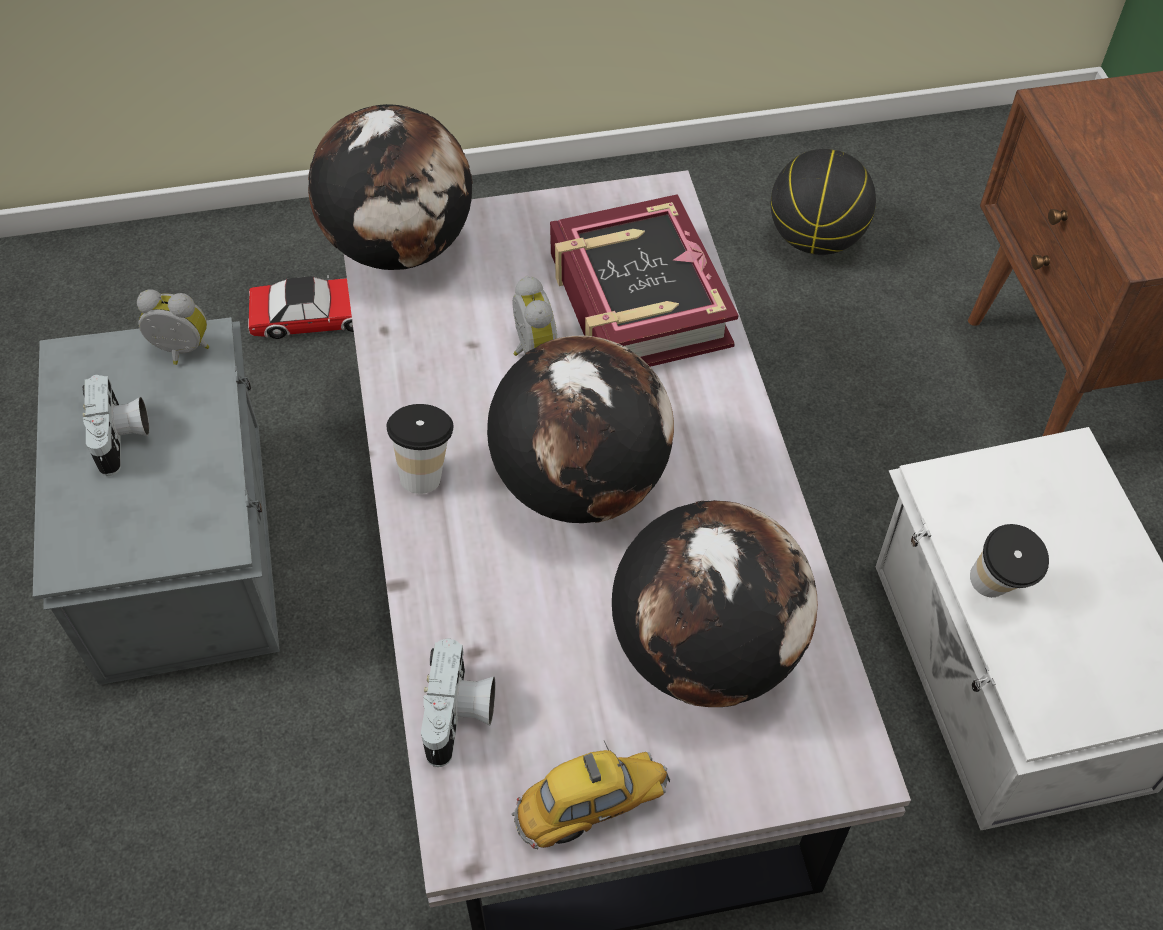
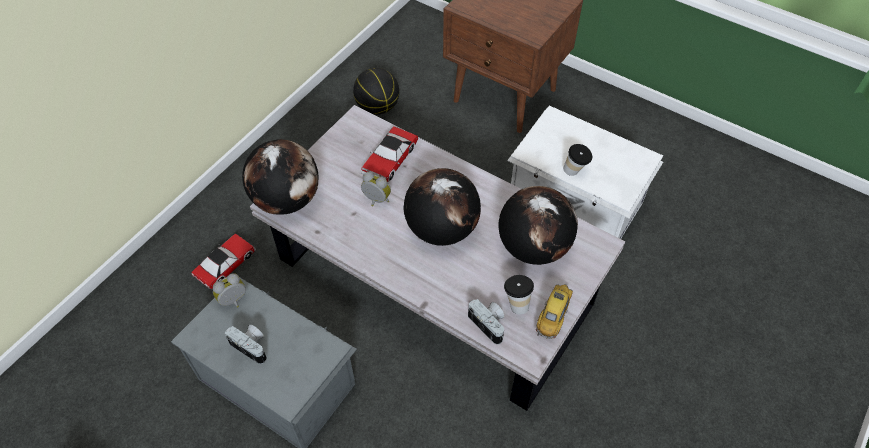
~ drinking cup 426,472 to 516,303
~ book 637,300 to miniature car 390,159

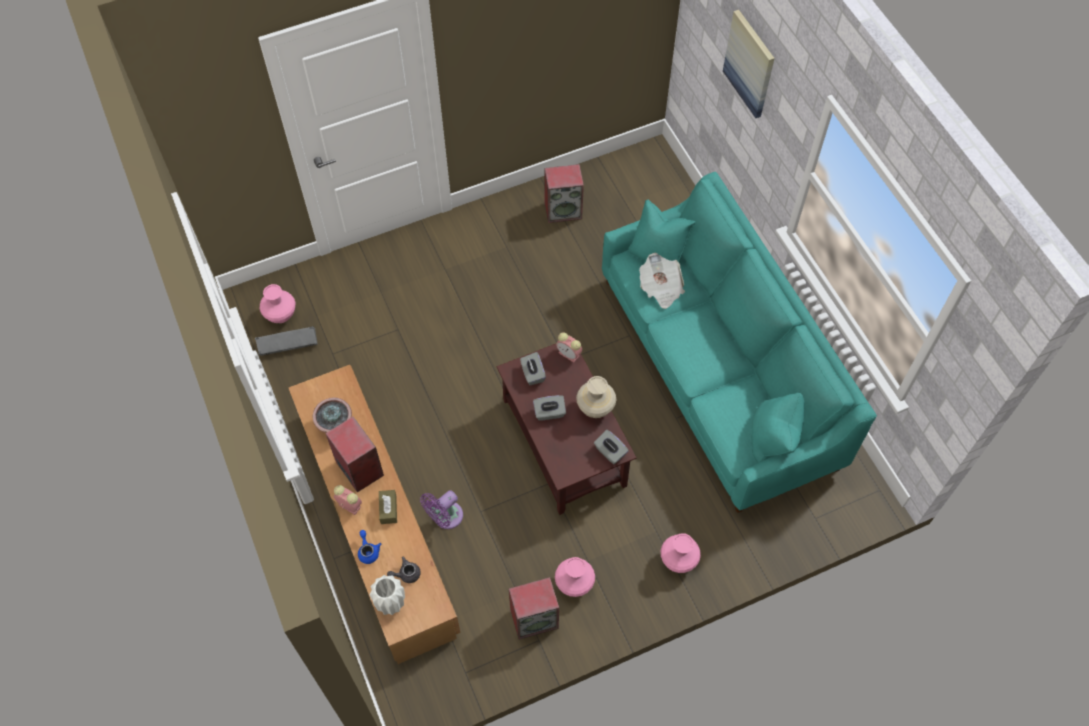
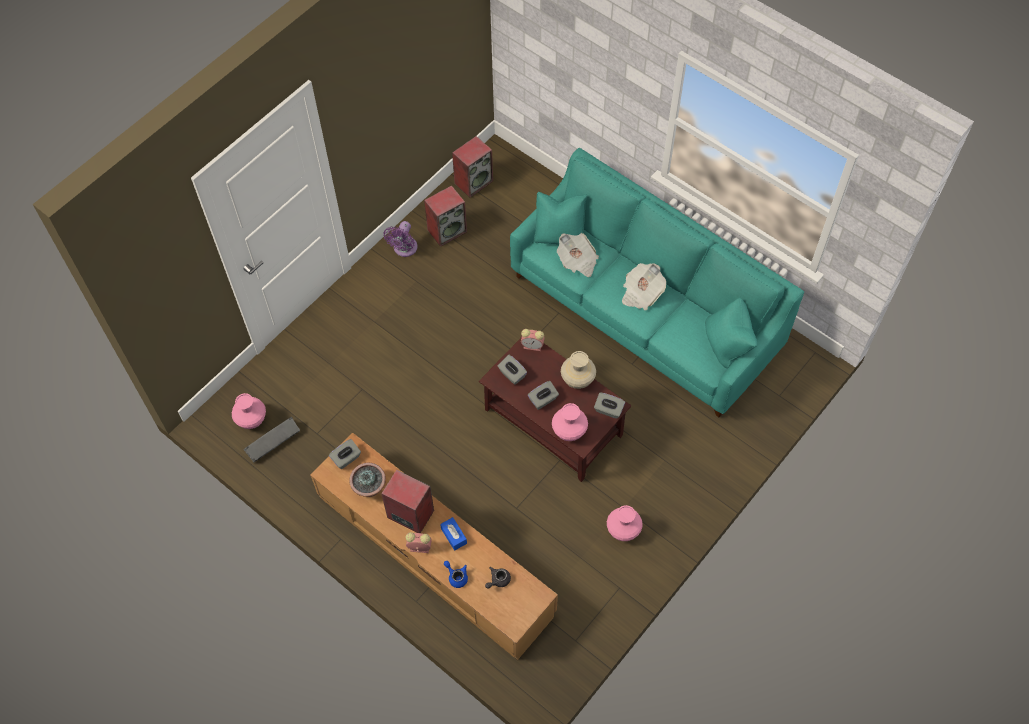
- whitish decorative vase 391,604
~ brownish tissue holder 388,509 to blue-coloured tissue holder 454,536
~ purple-coloured fan 445,517 to 404,249
~ speaker 534,618 to 473,182
~ pink-coloured decorative vase 678,561 to 569,432
- wall art 750,64
+ gray tissue holder 346,458
+ newspaper 641,293

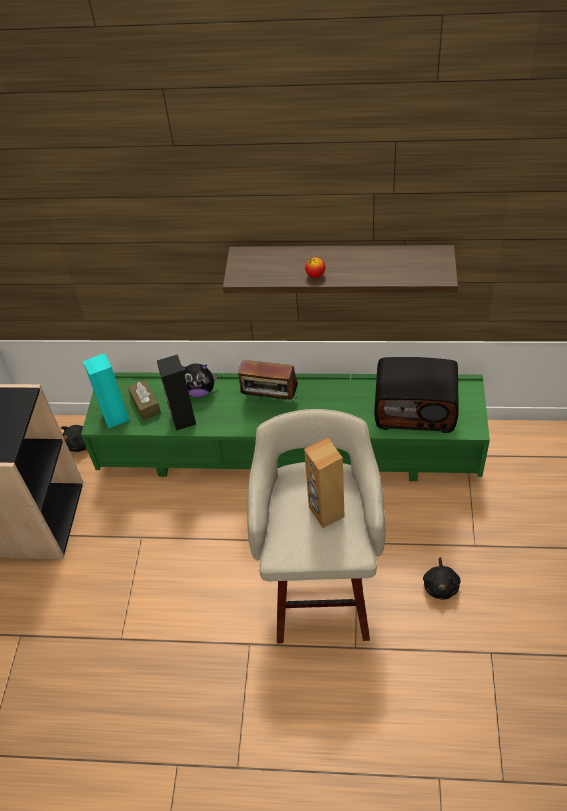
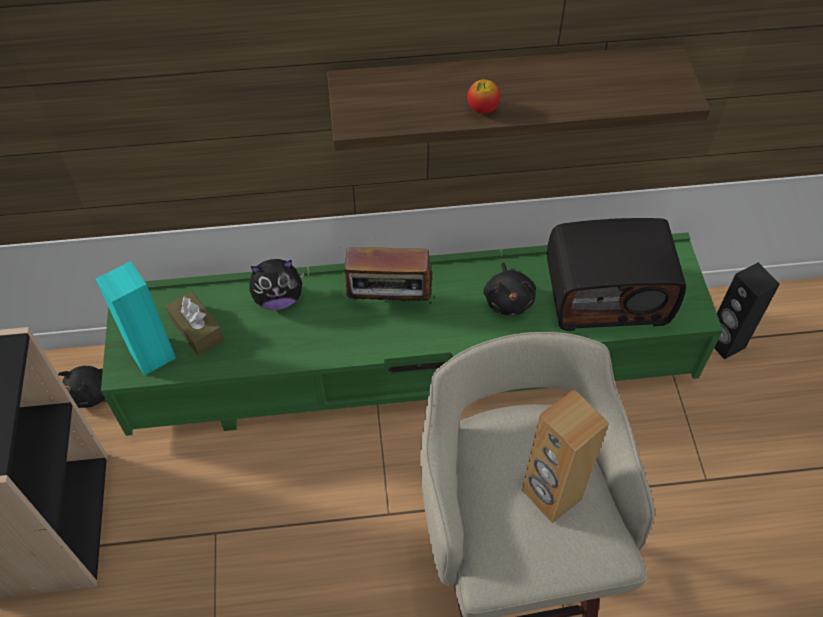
~ black-coloured speaker 183,419 to 724,343
~ black-coloured plush toy 441,585 to 508,299

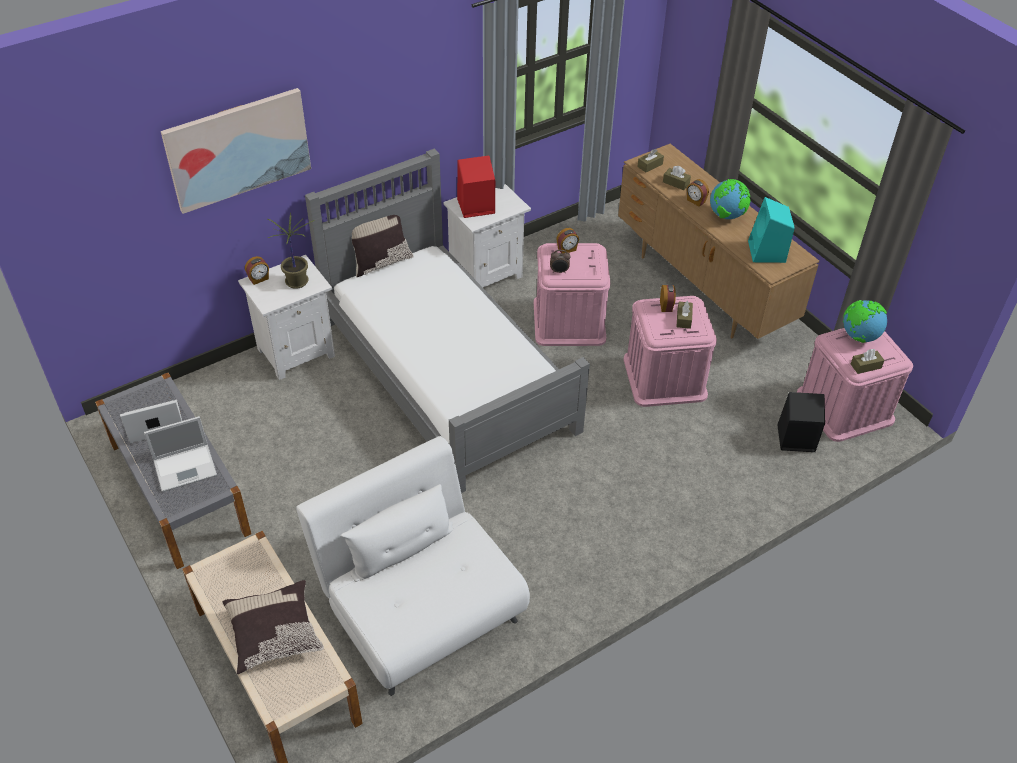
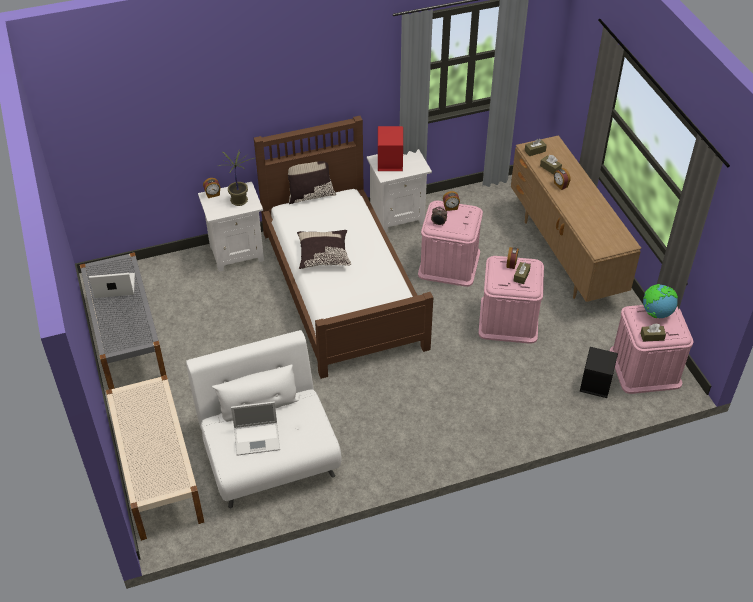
~ laptop 186,467 to 258,438
- wall art 238,149
~ pillow 274,633 to 324,255
~ gray sleeping bed 446,373 to brownish sleeping bed 342,288
- desk globe 727,216
- turquoise-coloured speaker 767,252

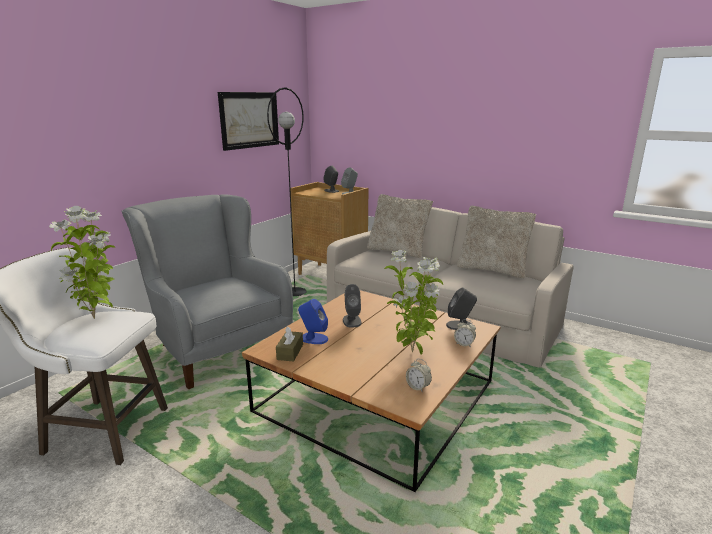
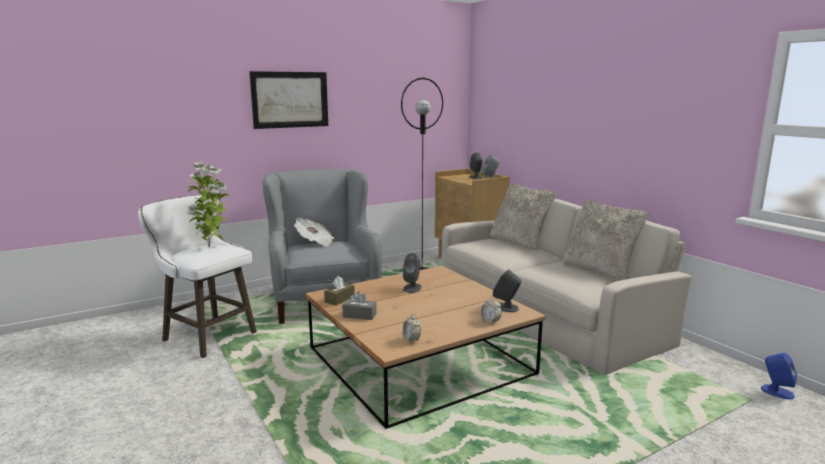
~ wall art 249,120 to 290,99
~ blue-coloured speaker 313,338 to 776,392
- houseplant 413,353
+ newspaper 315,242
+ gray tissue holder 359,315

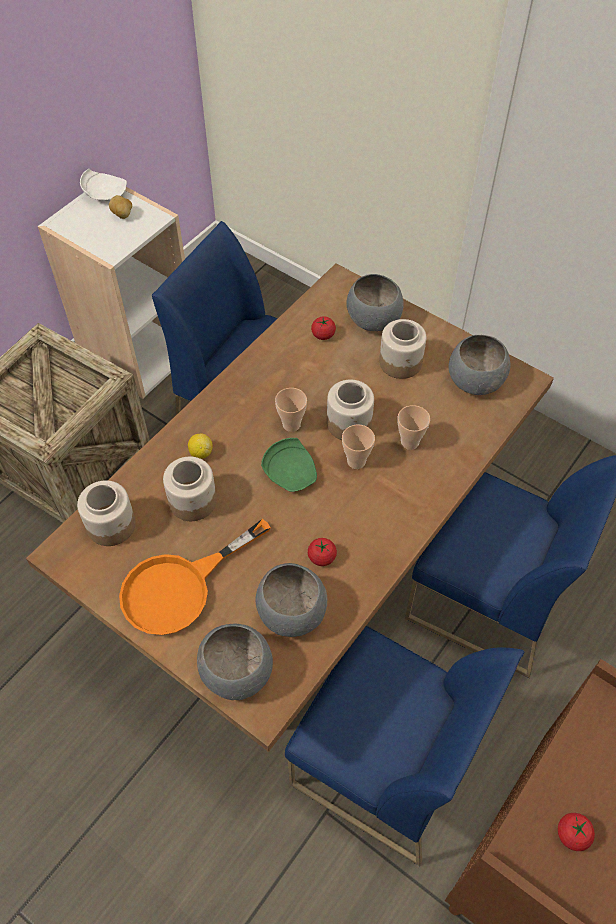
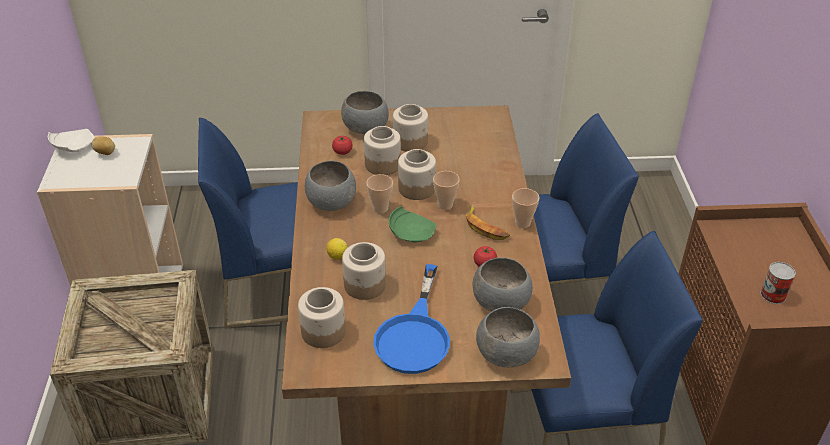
~ orange-coloured pan 180,587 to blue-coloured pan 415,335
~ drinking cup 409,442 to 523,223
~ gray serving bowl 474,381 to 331,202
~ whole tomato 572,834 to can 773,295
+ storage jar 382,164
+ banana fruit 485,227

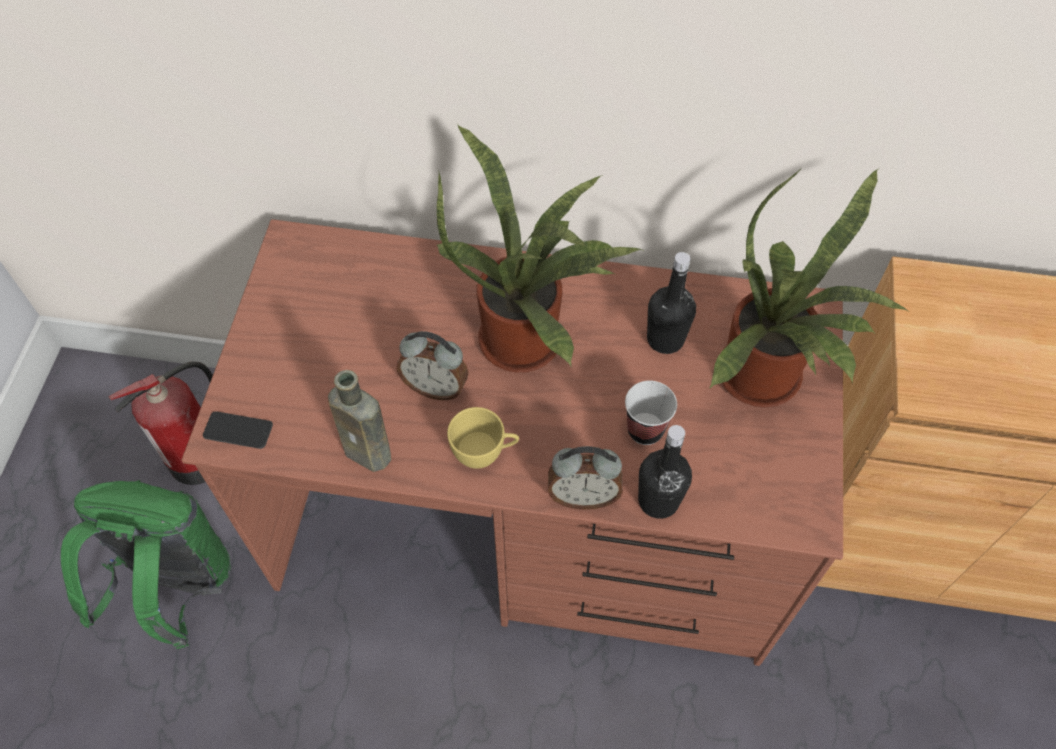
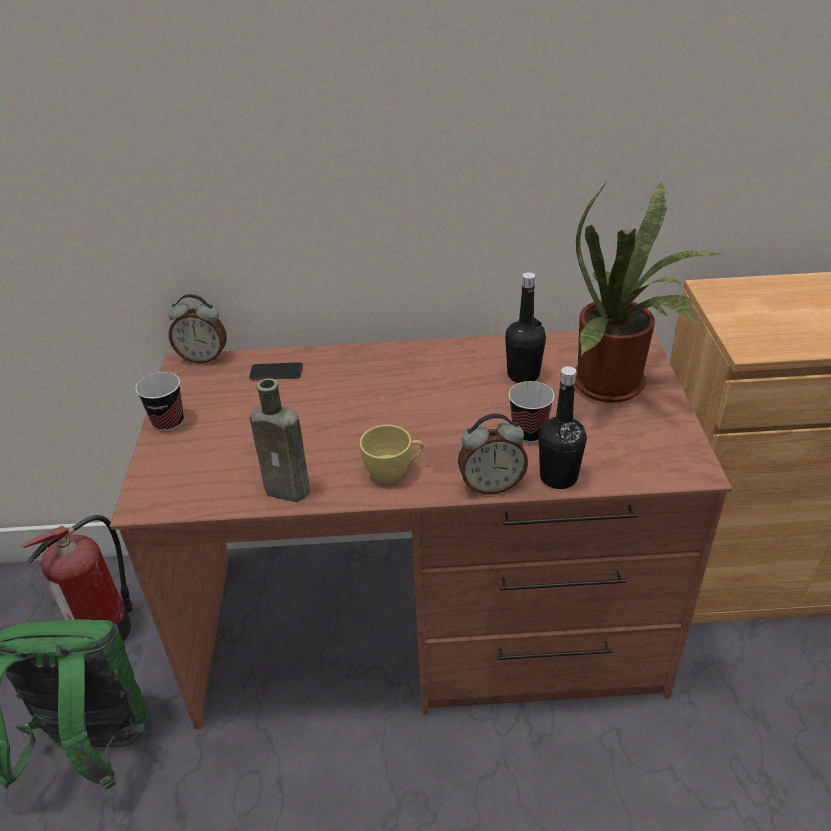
~ phone 238,430 to 276,372
~ table clock 436,387 to 203,358
- houseplant 528,338
+ drinking cup 168,422

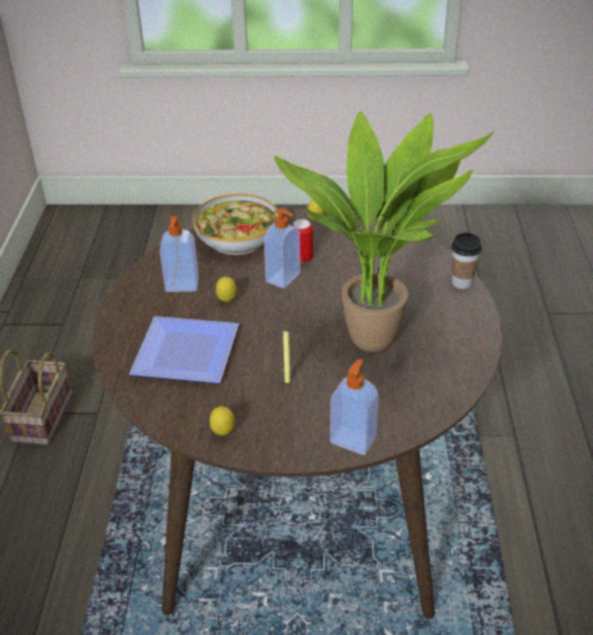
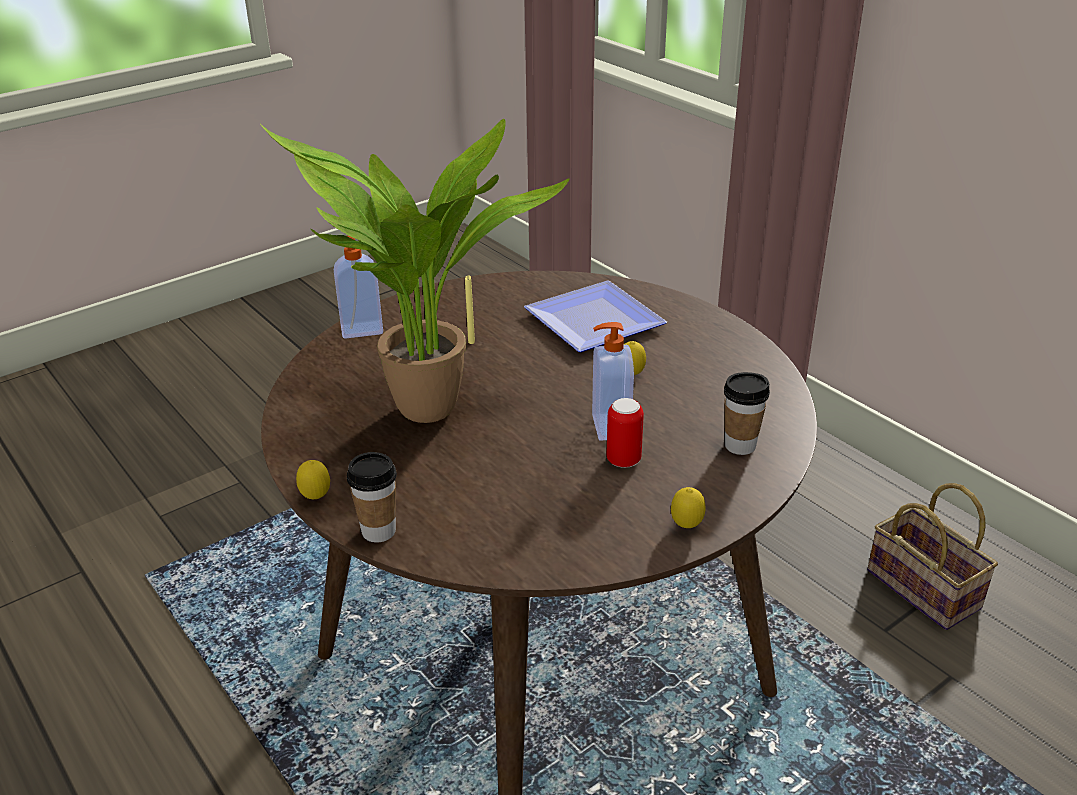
- soap bottle 182,286
~ serving bowl 237,239 to drinking cup 740,445
~ citrus fruit 223,433 to 316,498

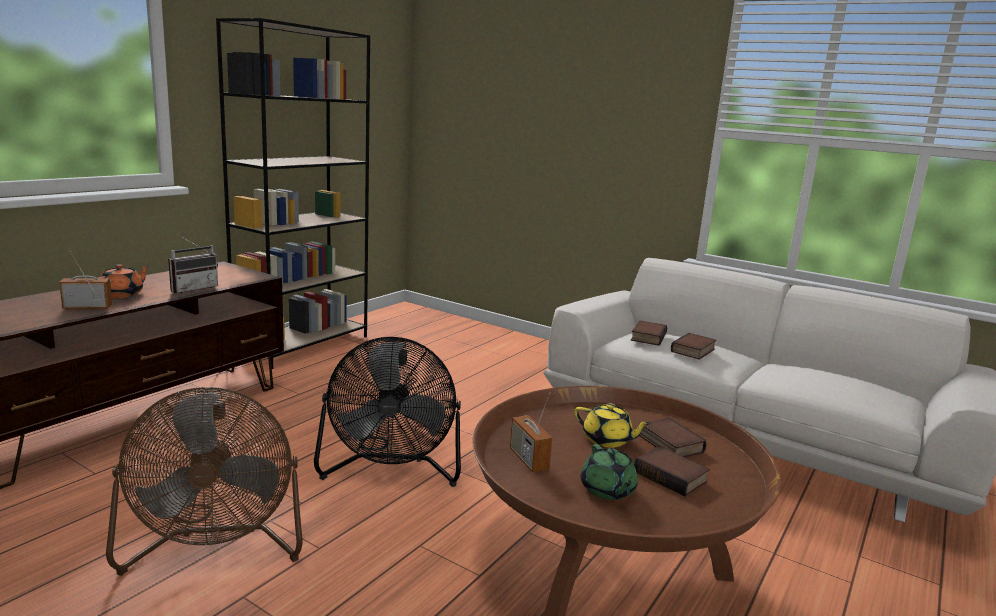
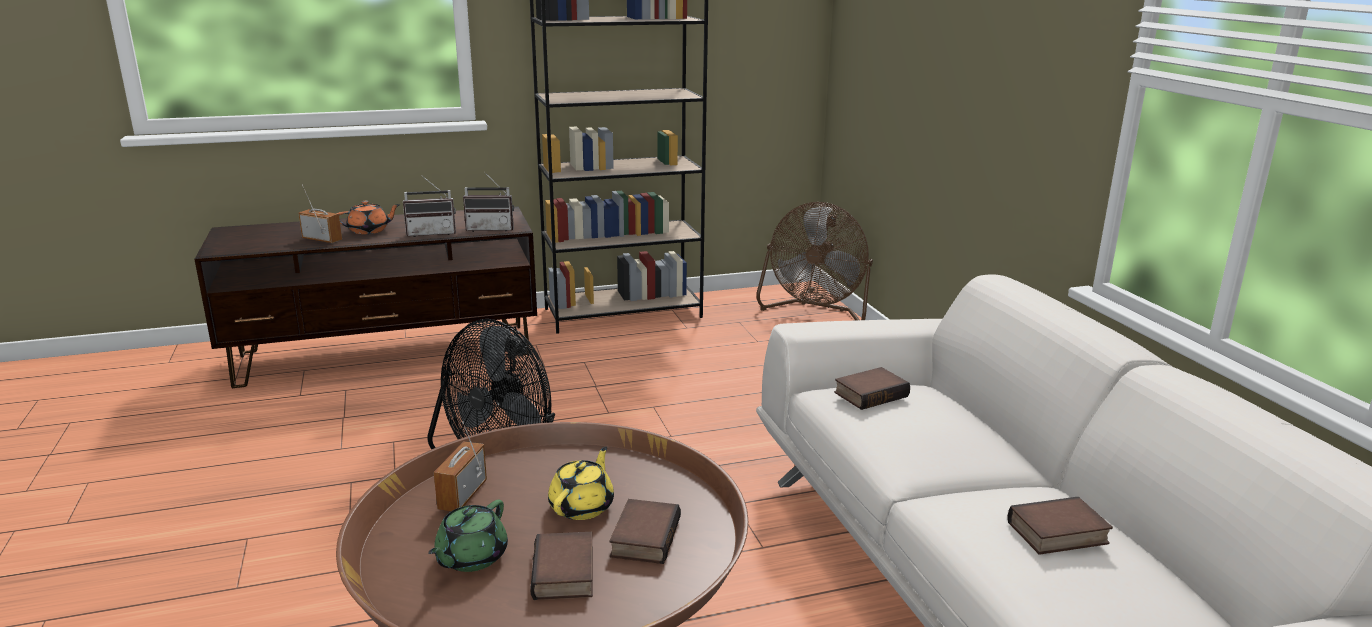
~ brownish fan 209,546 to 814,311
~ yellow-coloured tea pot 607,440 = 582,506 135 degrees counterclockwise
~ book 694,351 to 1057,534
+ radio set 491,229

